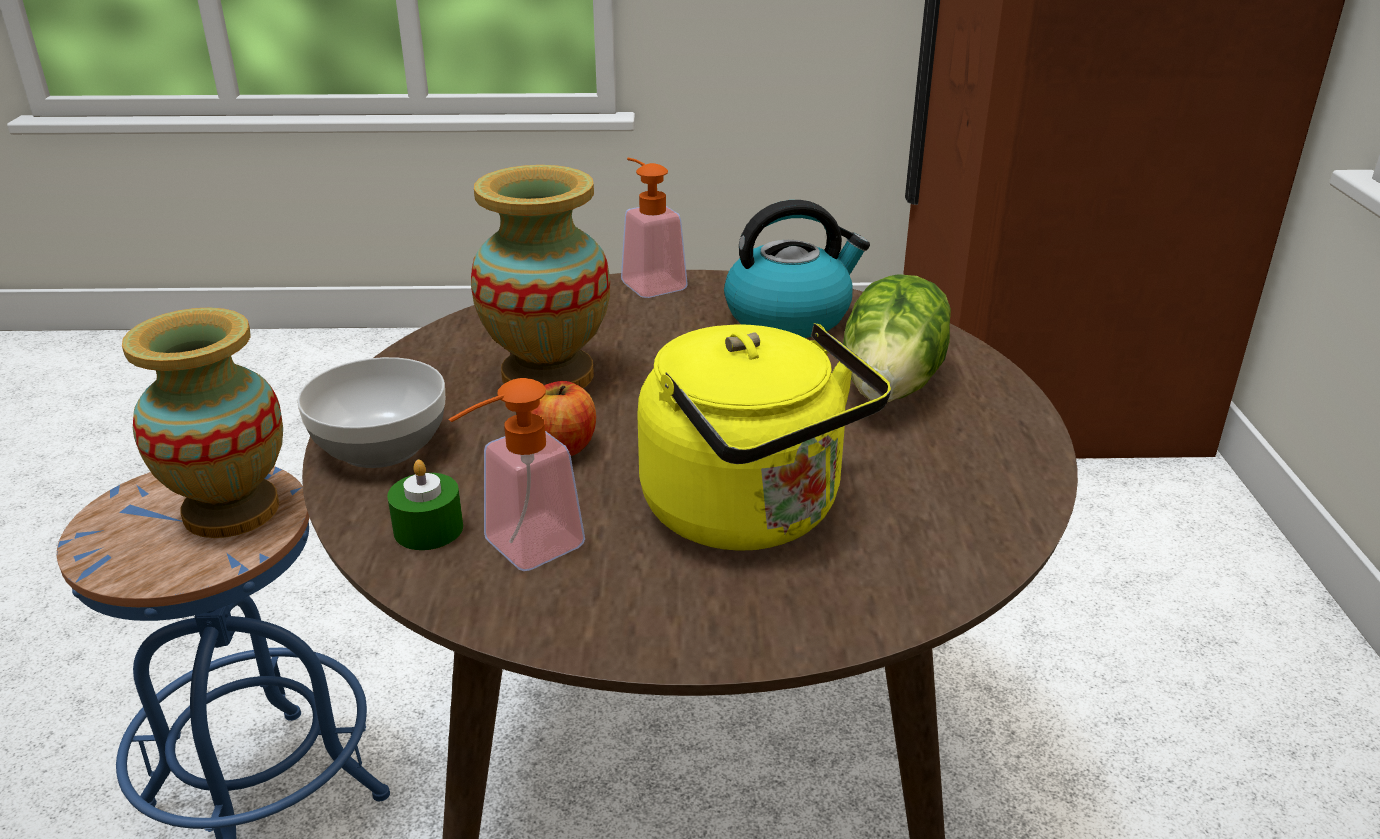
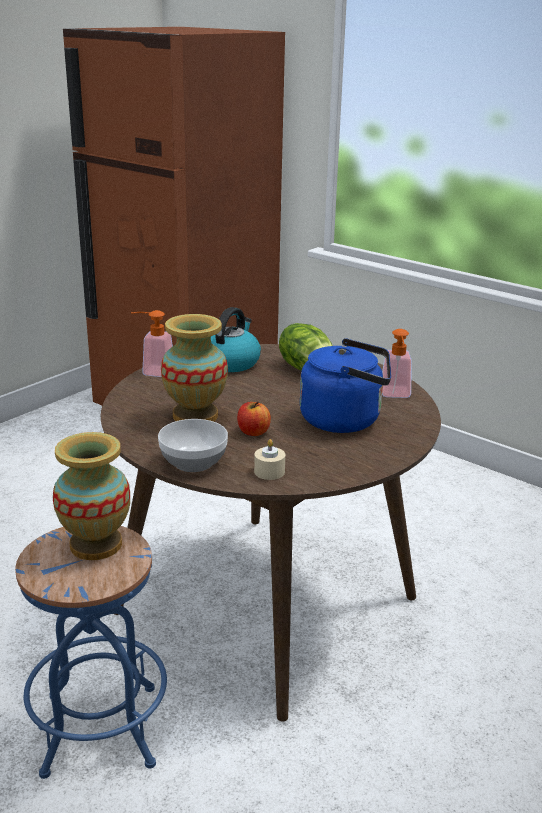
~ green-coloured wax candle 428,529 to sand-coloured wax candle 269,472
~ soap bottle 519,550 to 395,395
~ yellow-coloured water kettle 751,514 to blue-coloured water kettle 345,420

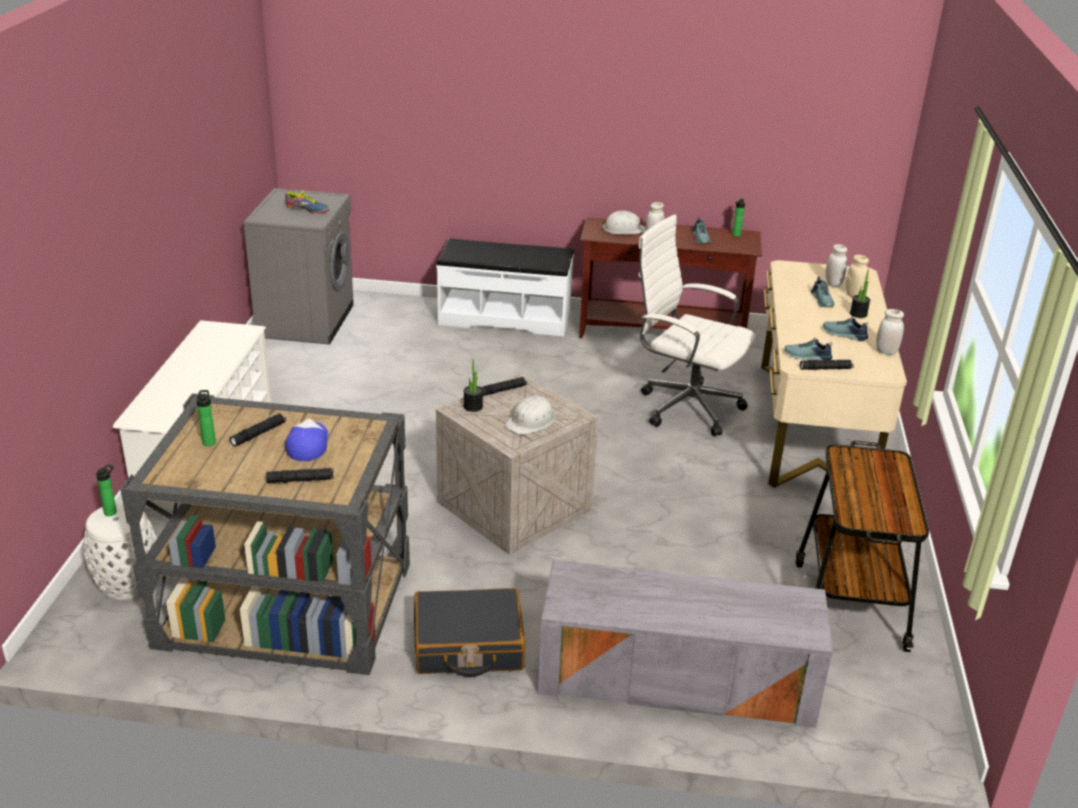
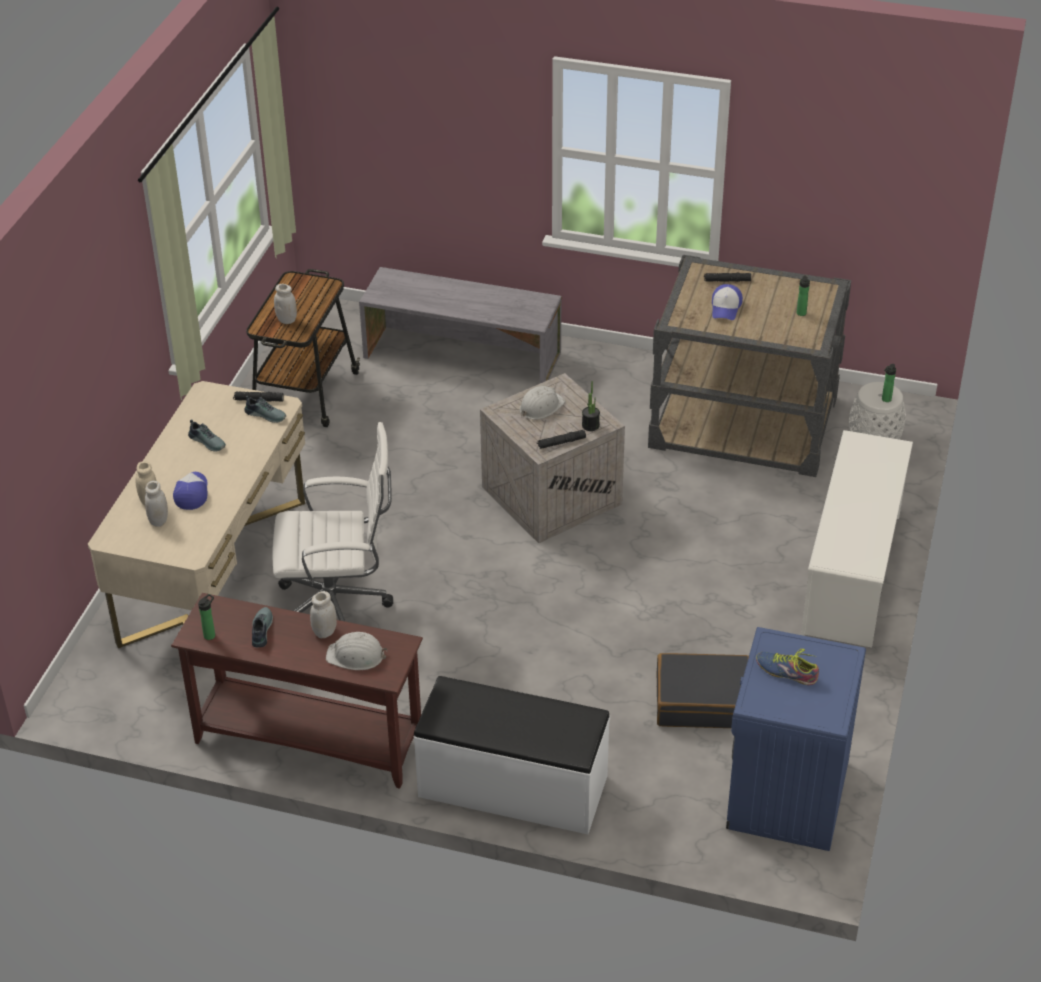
- black-coloured flashlight 258,434
~ gray washing machine 308,321 to blue-coloured washing machine 784,795
~ black-coloured travel case 468,645 to 702,701
~ whitish desk chair 685,406 = 338,607 45 degrees counterclockwise
~ item of footwear 823,300 to baseball cap 192,493
- houseplant 858,314
~ whitish storage jar 886,351 to 287,320

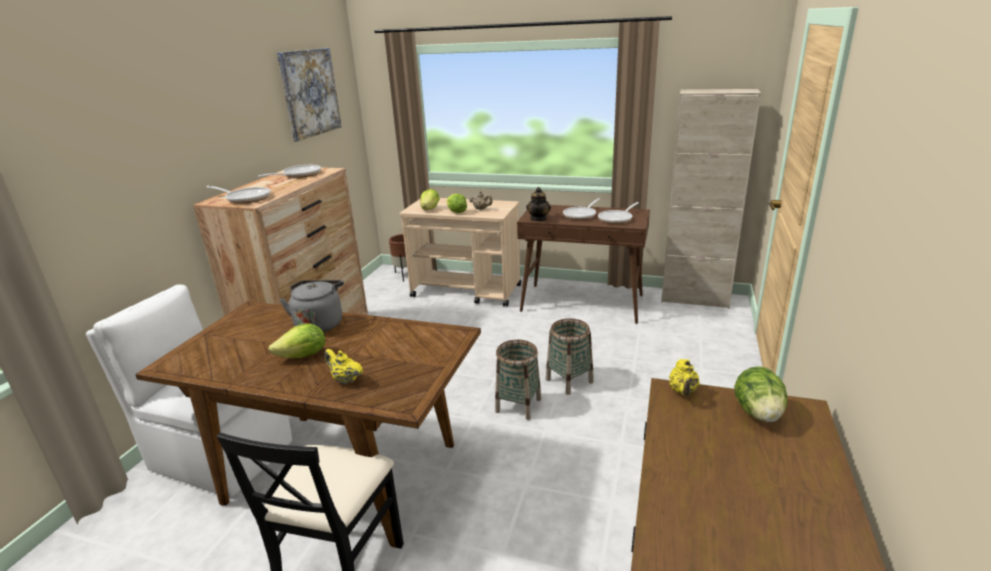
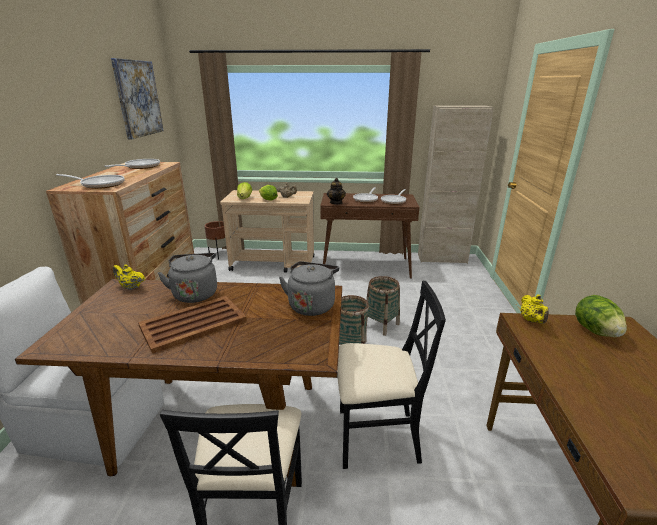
~ head of lettuce 303,356 to brownish carrying tray 194,323
~ yellow-coloured tea pot 345,380 to 131,287
+ gray water kettle 312,305
+ black-coloured upright chair 376,436

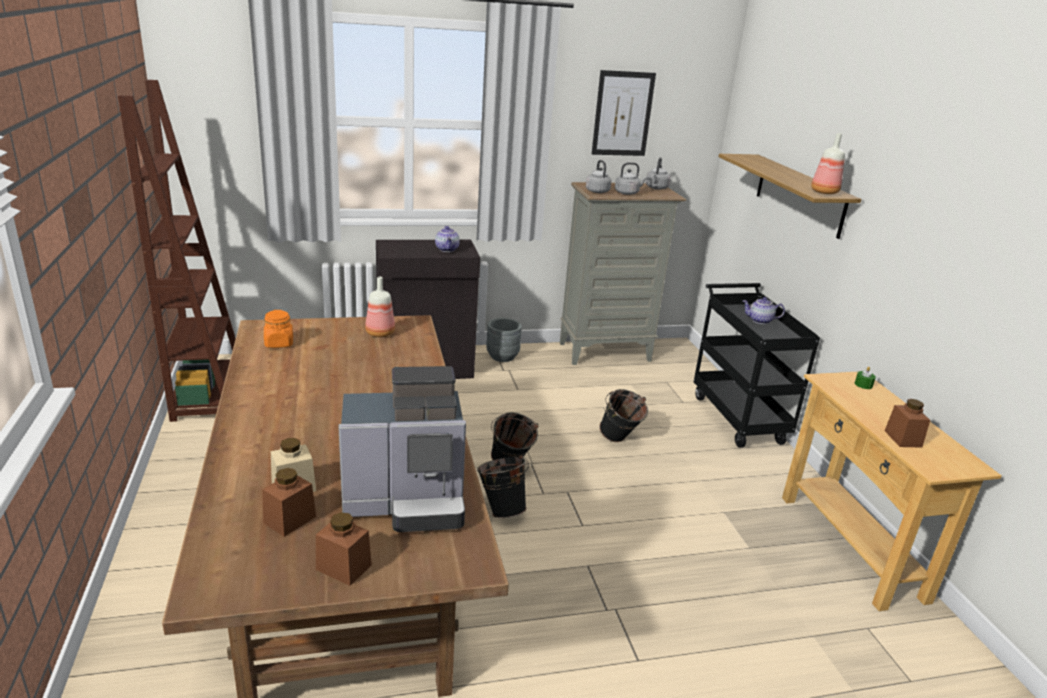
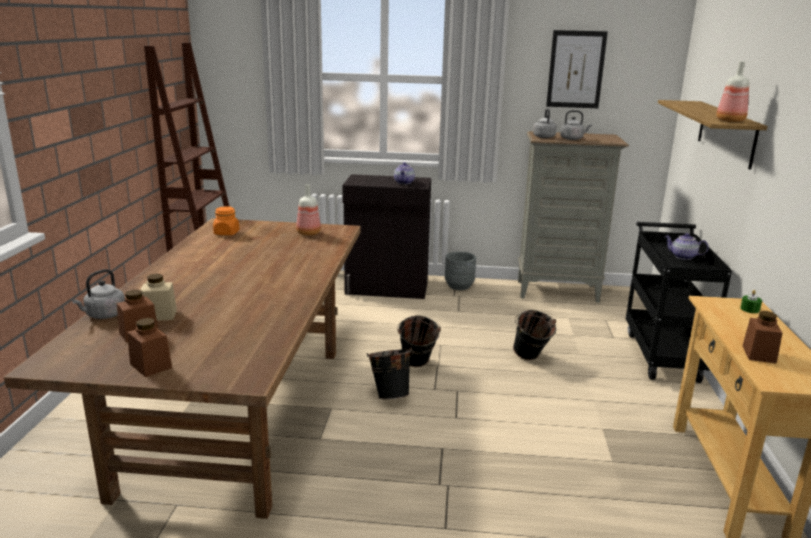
- coffee brewer 408,502
~ gray water kettle 656,188 to 104,315

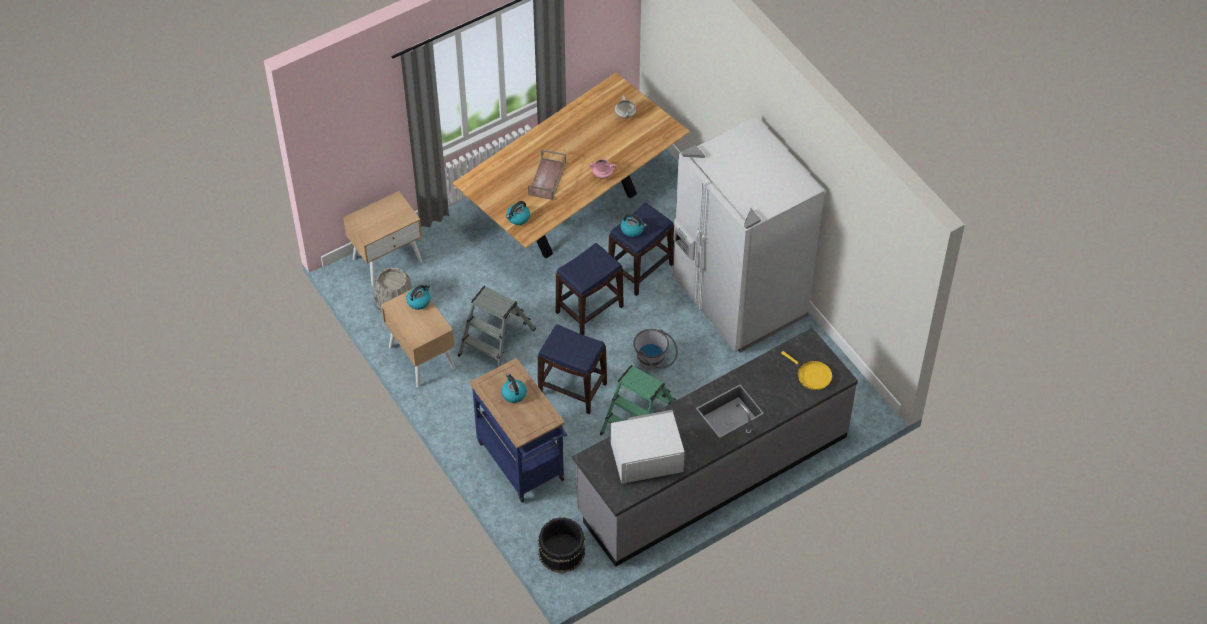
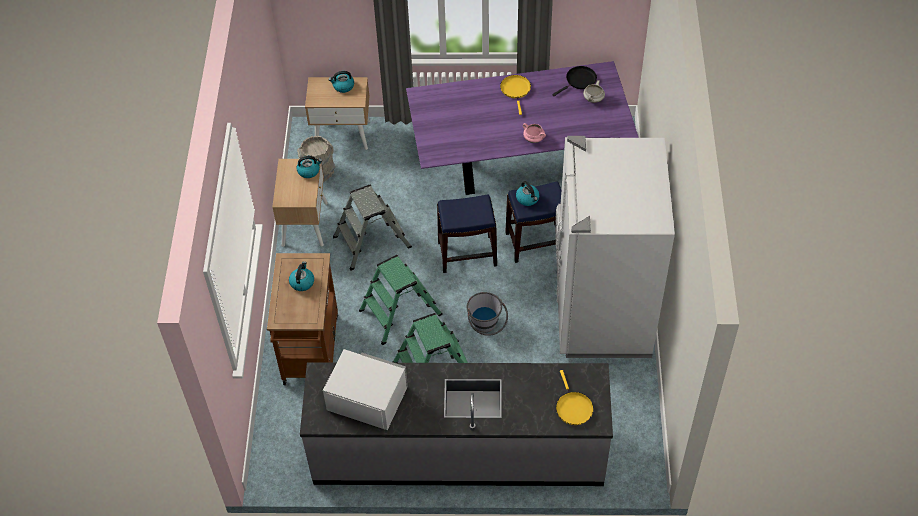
~ brownish kitchen table 573,210 to purple-coloured kitchen table 518,167
~ blue-coloured cart 522,463 to brownish cart 311,352
~ water kettle 518,218 to 343,86
- brownish carrying tray 547,179
~ stool seat 572,389 to green-coloured step stool 400,312
- black-coloured pail 561,552
+ yellow-coloured pan 516,90
+ black-coloured pan 579,80

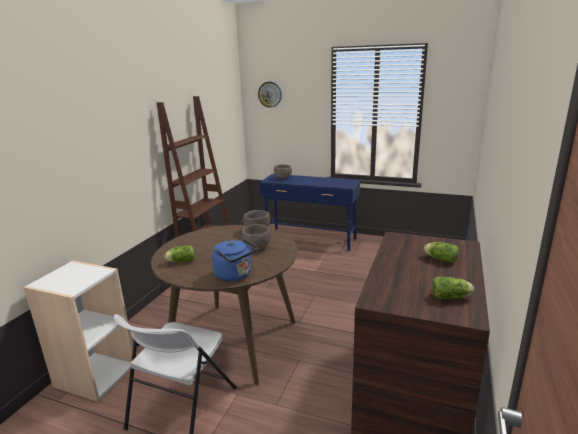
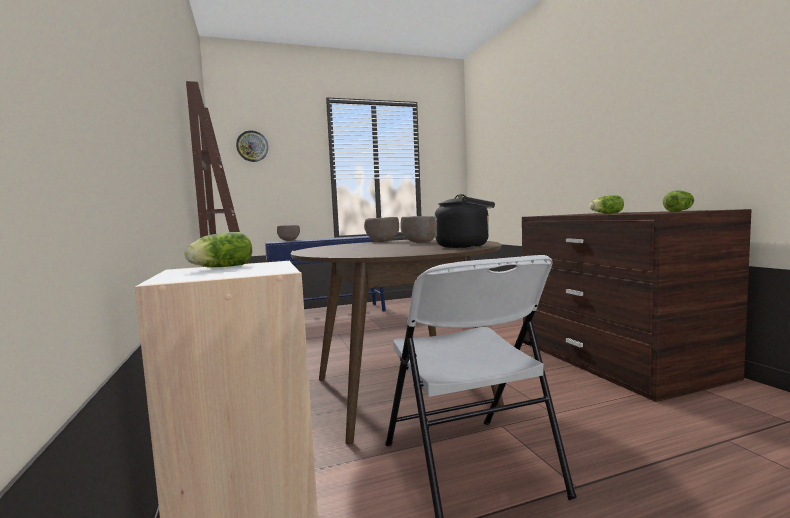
~ head of lettuce 180,261 to 219,267
~ blue-coloured water kettle 235,275 to black-coloured water kettle 466,246

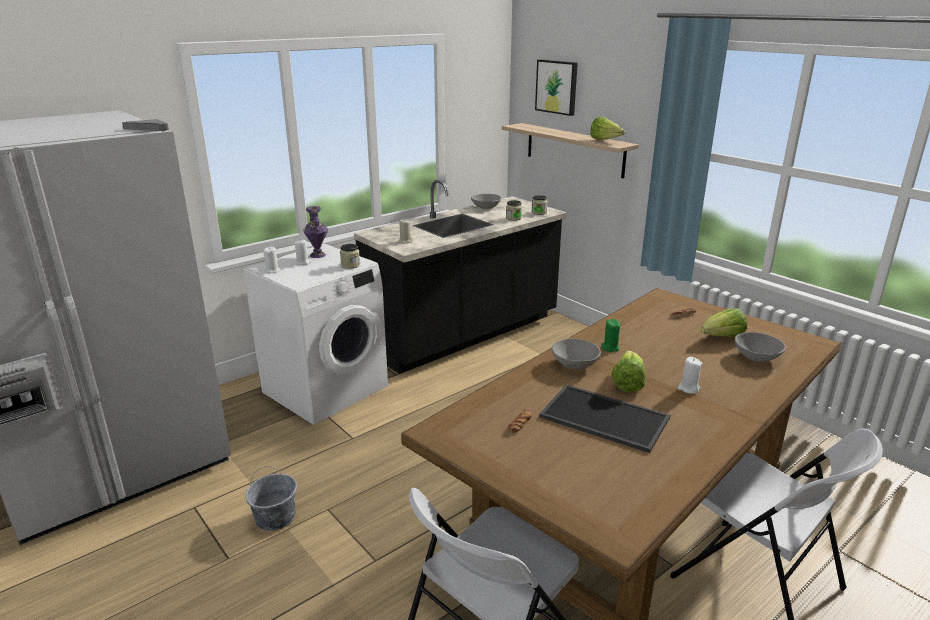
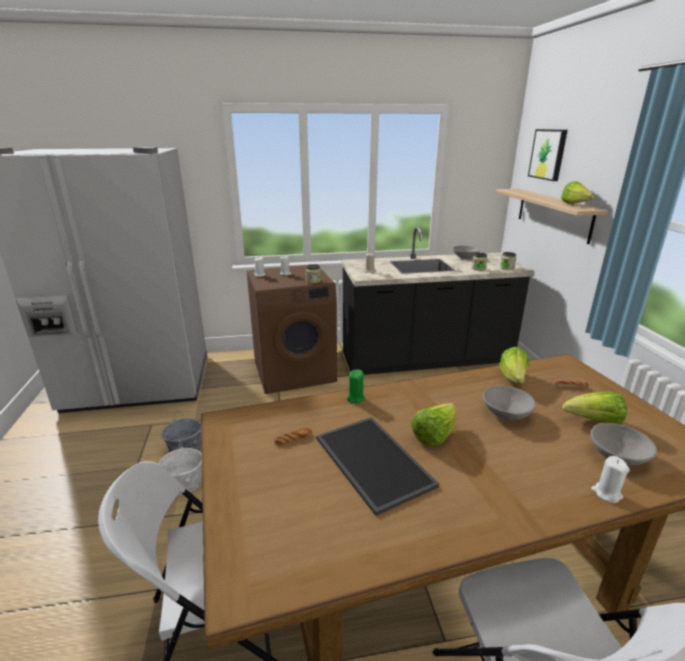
~ whitish washing machine 327,389 to brownish washing machine 295,372
- purple-coloured decorative vase 318,255
~ gray serving bowl 574,364 to 506,413
~ green-coloured wax candle 610,347 to 355,398
~ whitish wax candle 688,388 to 606,493
+ whitish pail 185,483
+ head of lettuce 513,379

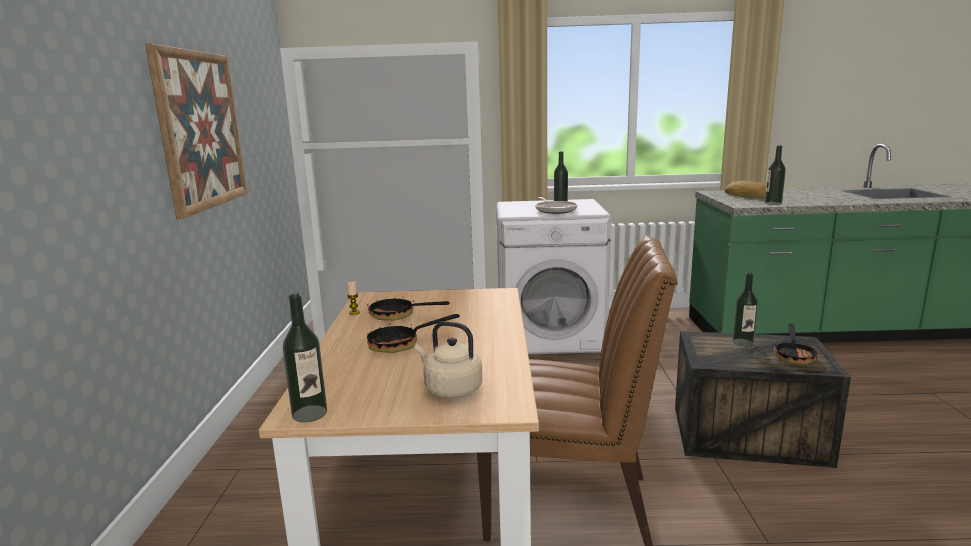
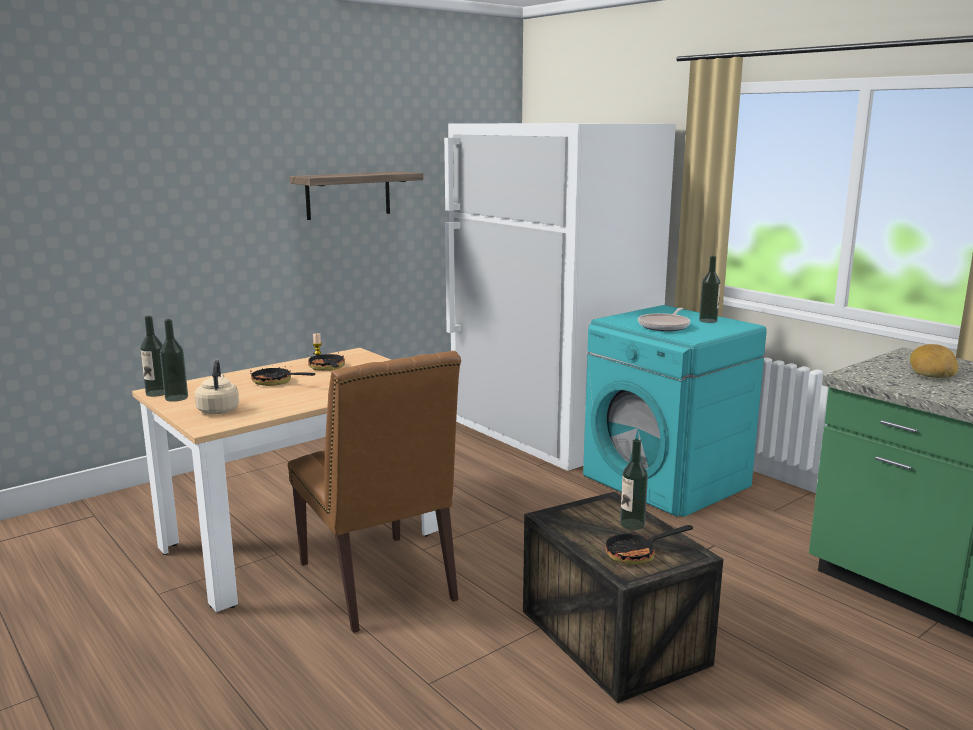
~ wall art 201,130 to shelf 348,195
~ whitish washing machine 551,336 to turquoise-coloured washing machine 664,481
~ beverage bottle 773,203 to 176,398

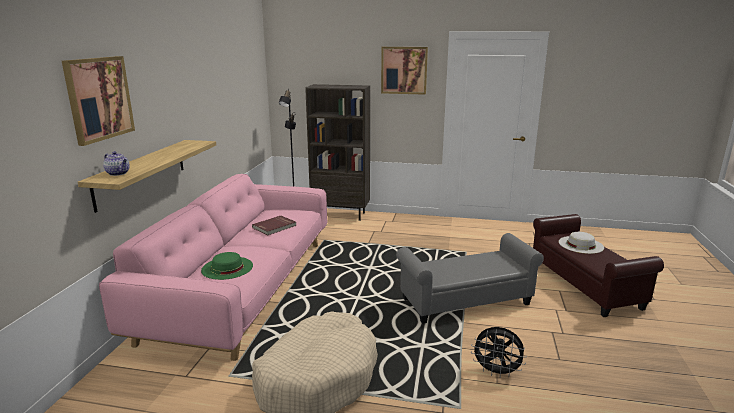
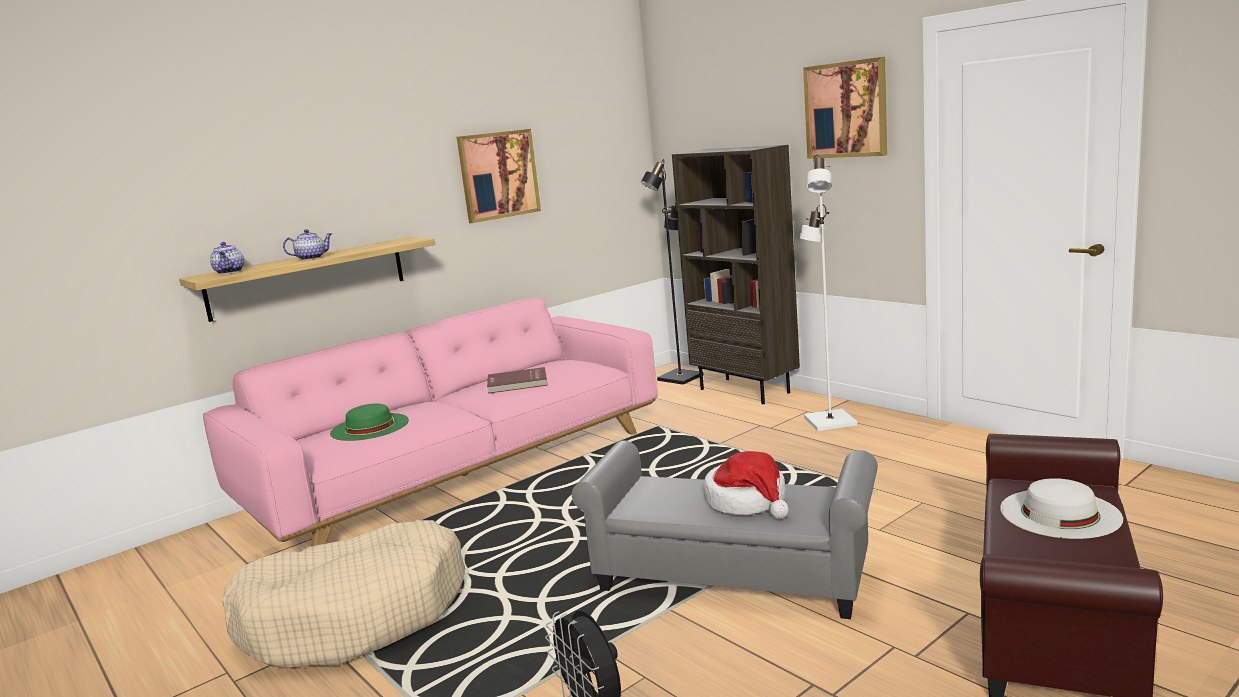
~ wall art 99,98 to 498,175
+ tea pot 312,258
+ clothing hat 747,501
+ whitish standing lamp 830,421

